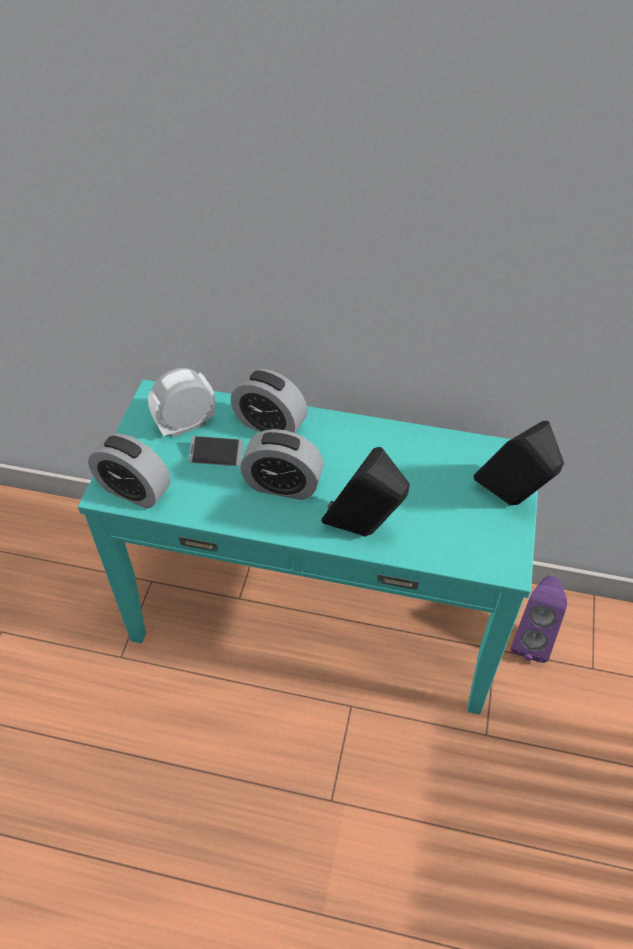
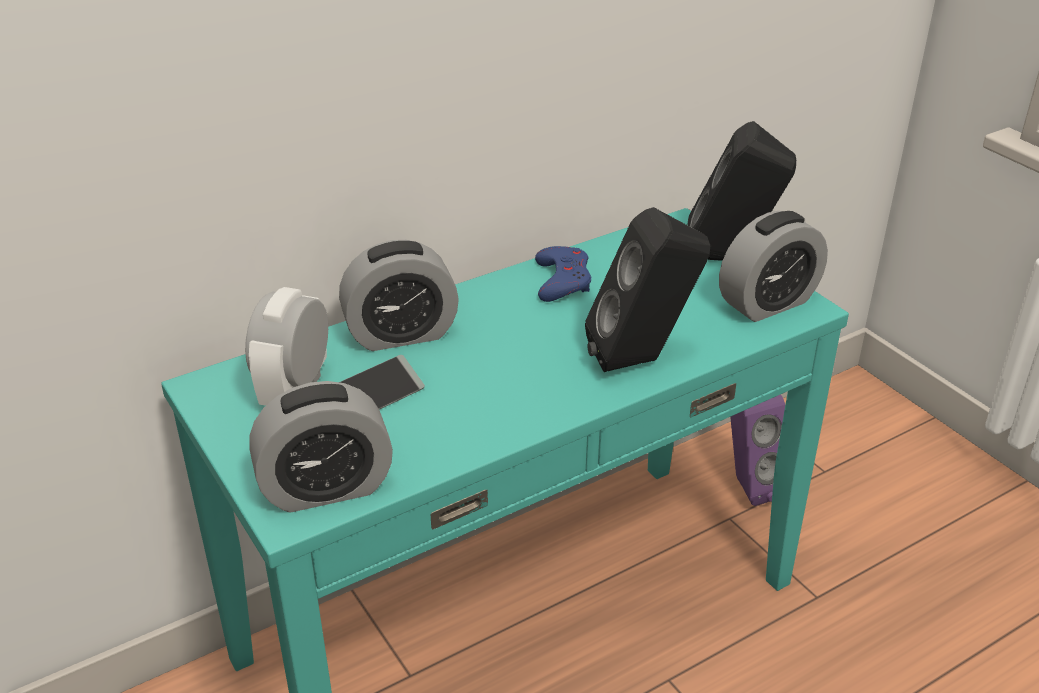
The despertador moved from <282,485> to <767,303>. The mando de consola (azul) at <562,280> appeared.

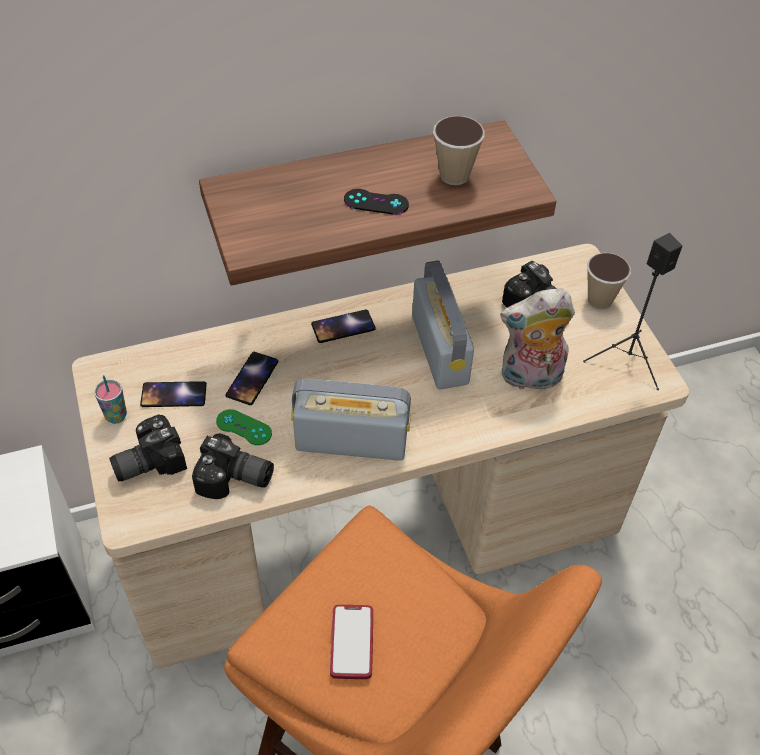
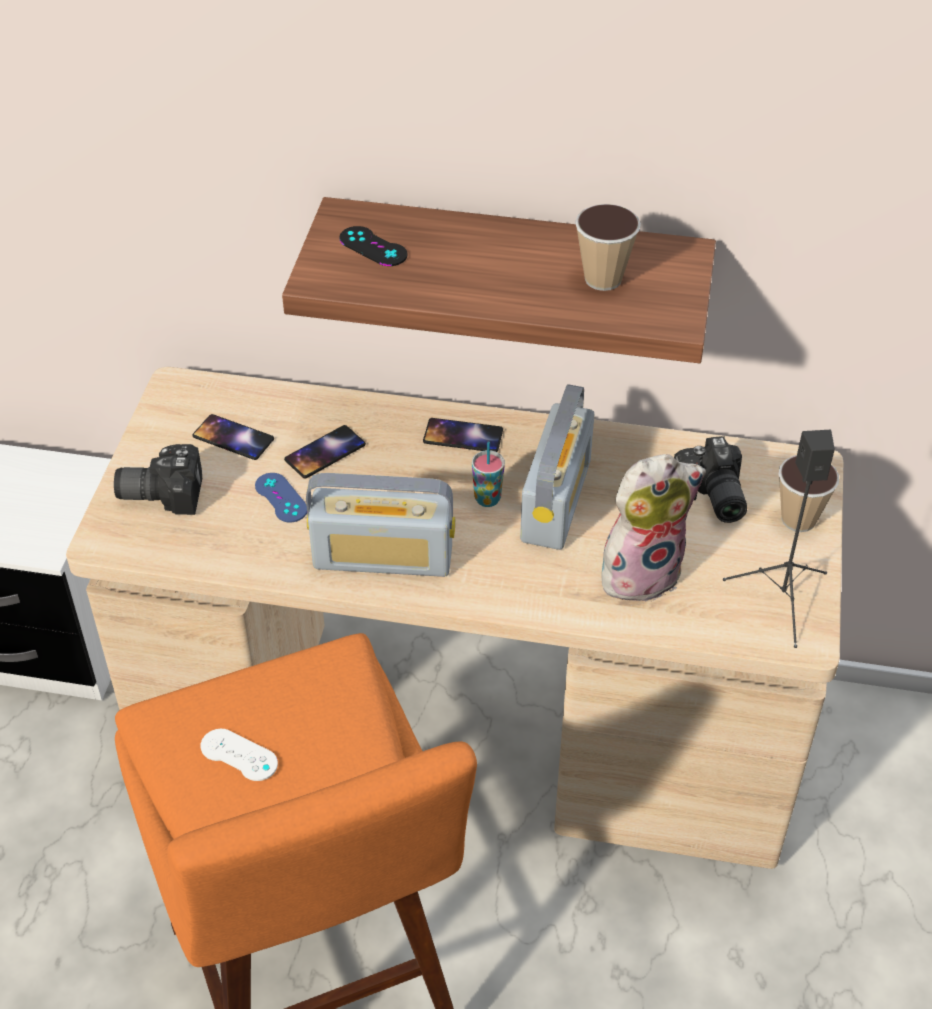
The taza moved from <116,416> to <487,499>. The cámara at <235,480> disappeared. The mando de consola (verde) at <244,427> became the mando de consola (azul) at <281,498>. The radio at <351,442> turned 150 degrees clockwise. The móvil at <352,642> was replaced by the mando de consola (blanco) at <239,755>. The mando de consola (negro) moved from <376,202> to <373,247>. The peluche at <530,378> turned 135 degrees clockwise.

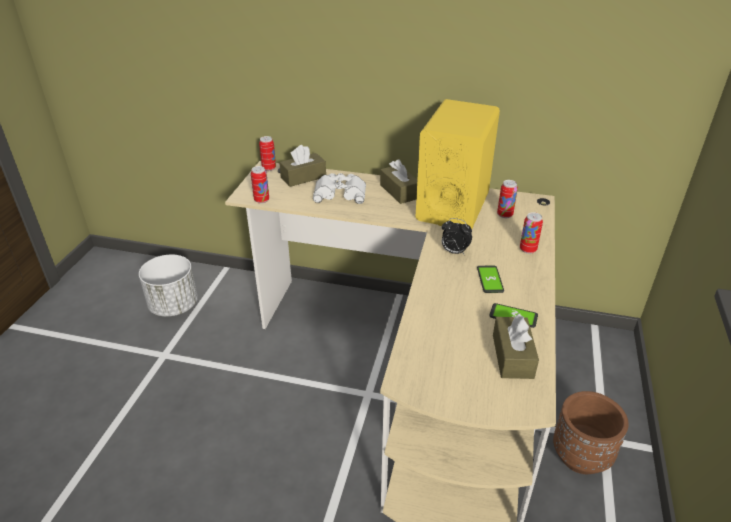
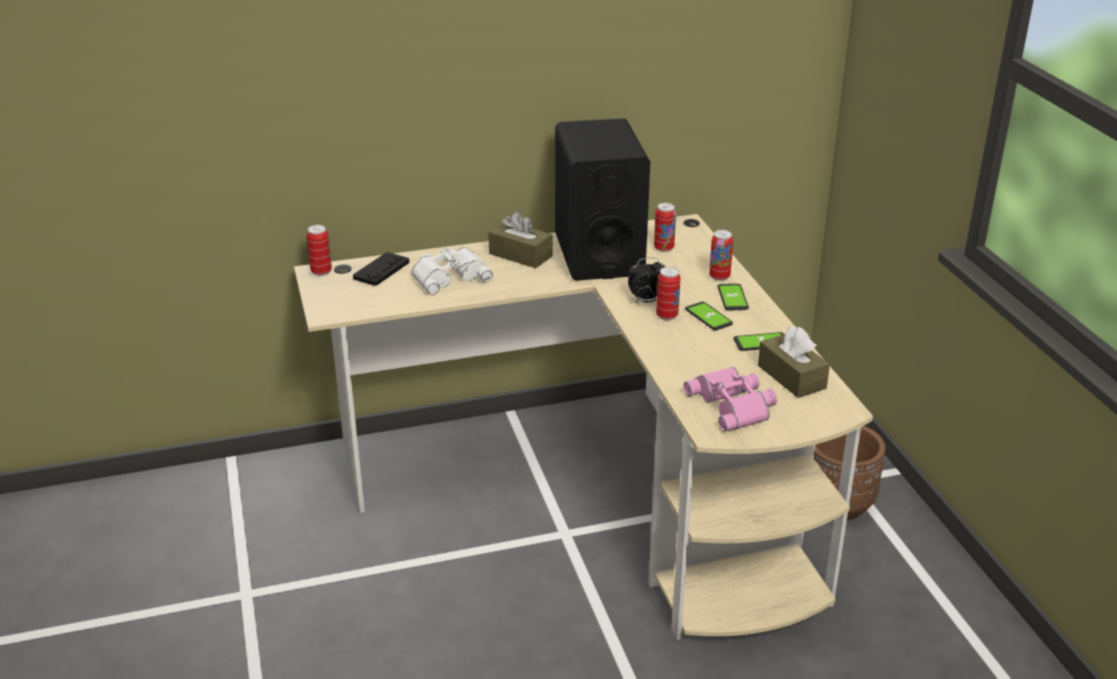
The maceta (blanco) at <174,305> disappeared. The lata moved from <261,200> to <667,315>. The caja de pañuelos (marrón) at <303,177> was replaced by the mando de consola (negro) at <381,270>. The altavoz (amarillo) at <452,206> became the altavoz (negro) at <598,254>. The prismáticos (rosa) at <734,404> appeared. The móvil at <732,298> appeared.

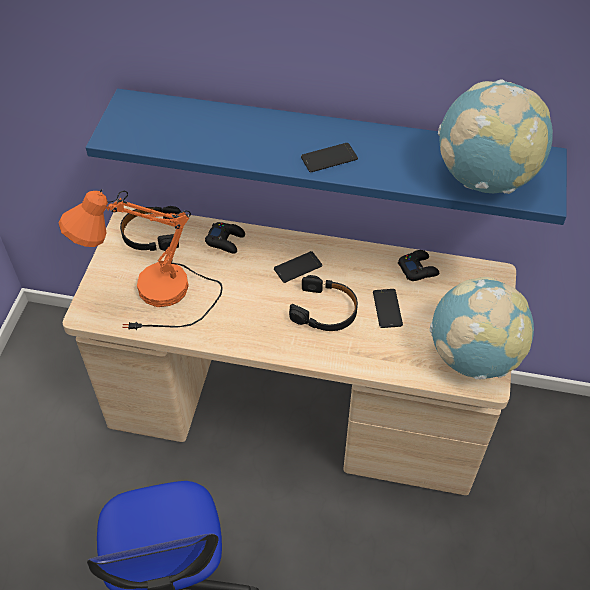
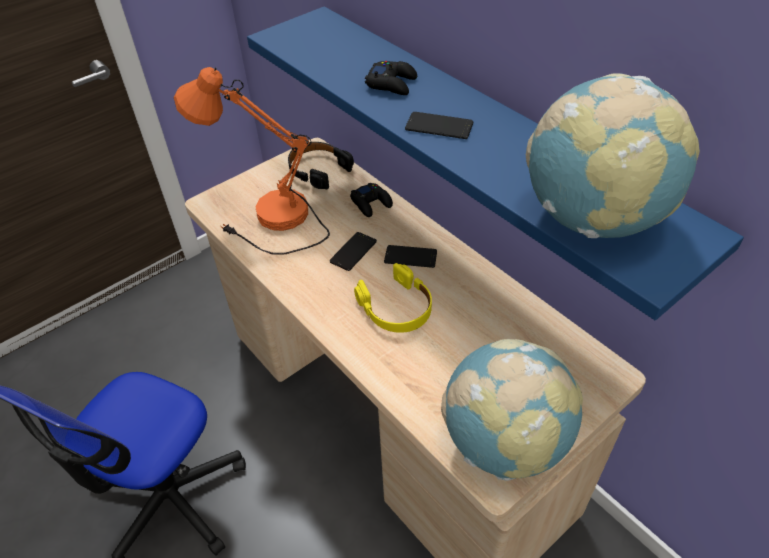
The auriculares (negro) at <325,311> became the auriculares (amarillo) at <396,308>. The móvil moved from <387,308> to <353,251>. The mando de consola (negro) moved from <418,269> to <392,83>.

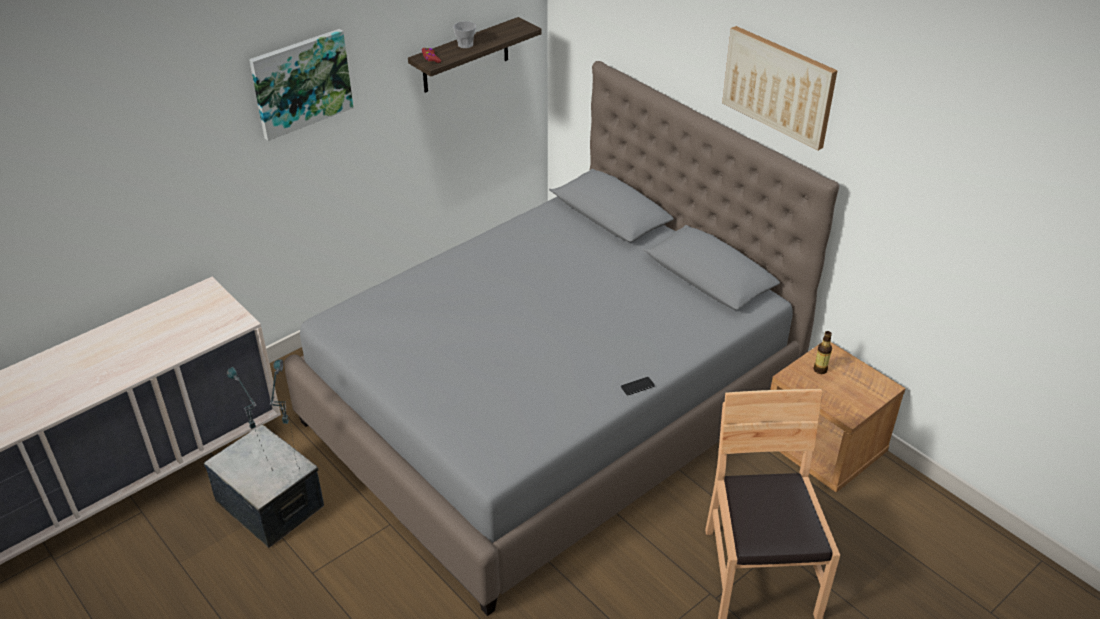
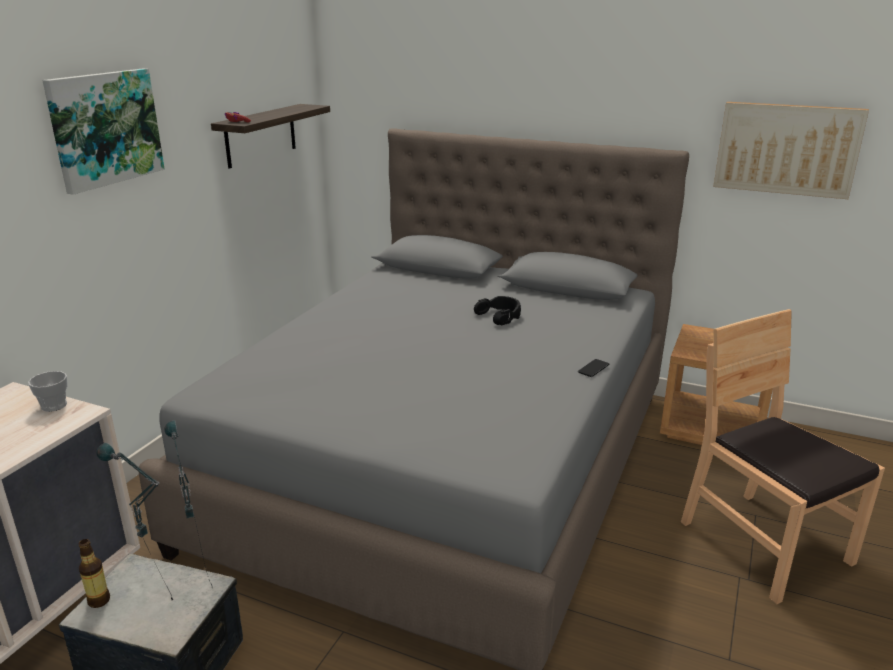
The taza moved from <465,44> to <54,405>. The cuadro moved from <779,86> to <787,149>. The botella moved from <820,369> to <99,601>. The auriculares (negro) at <499,316> appeared.

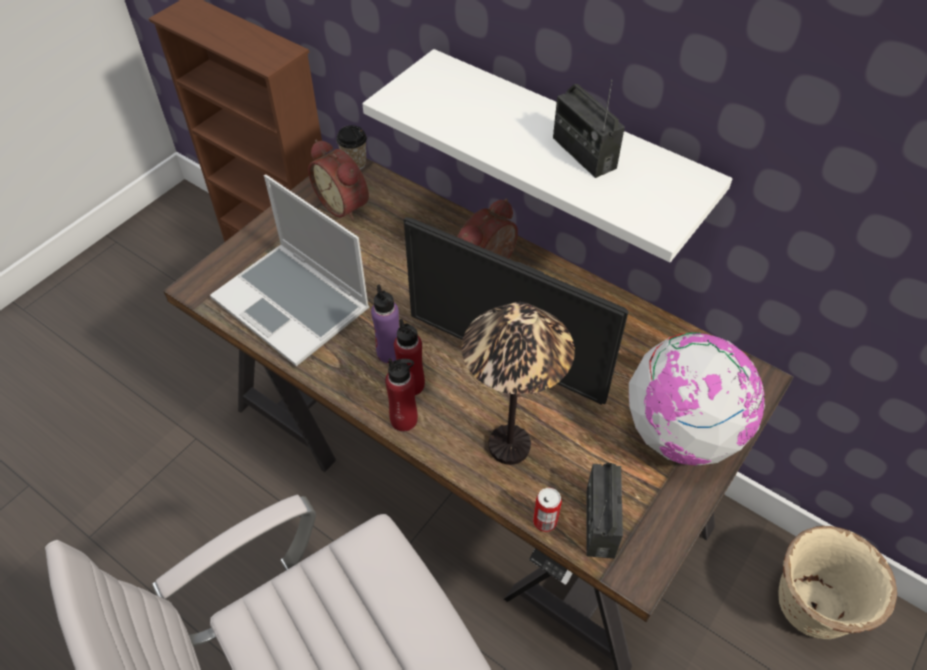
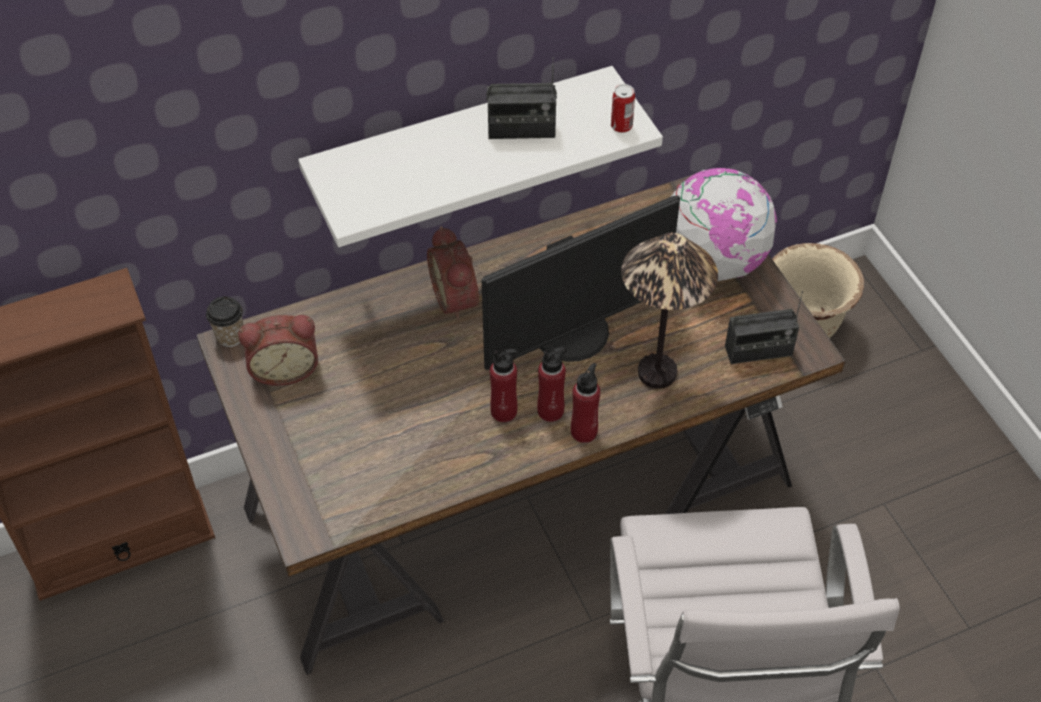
The portátil at <294,305> disappeared. The botella (morado) at <389,353> became the botella (rojo) at <504,411>. The lata moved from <545,521> to <621,126>. The radio at <599,522> turned 45 degrees counterclockwise.

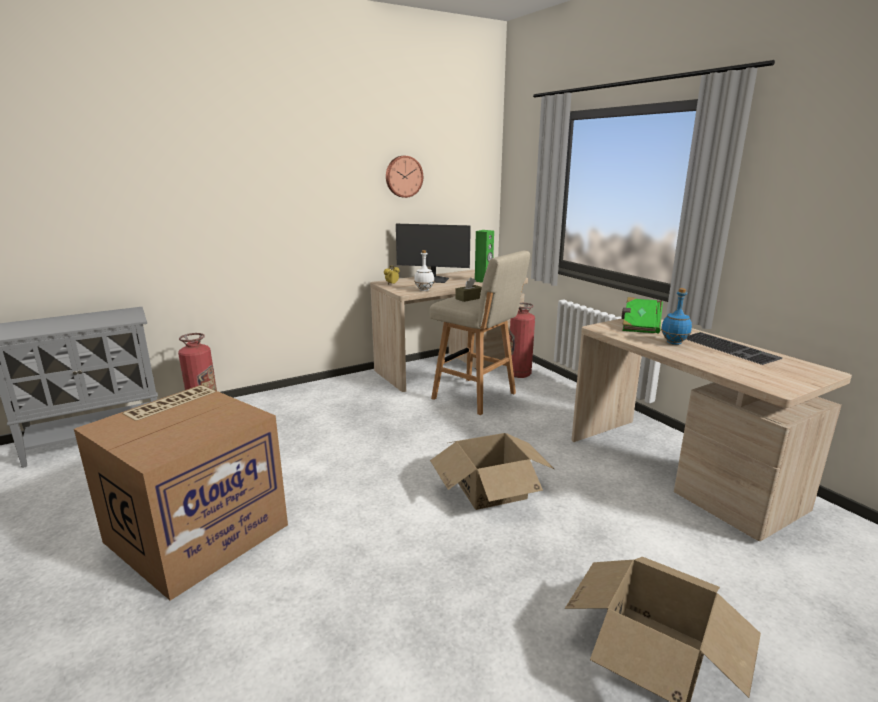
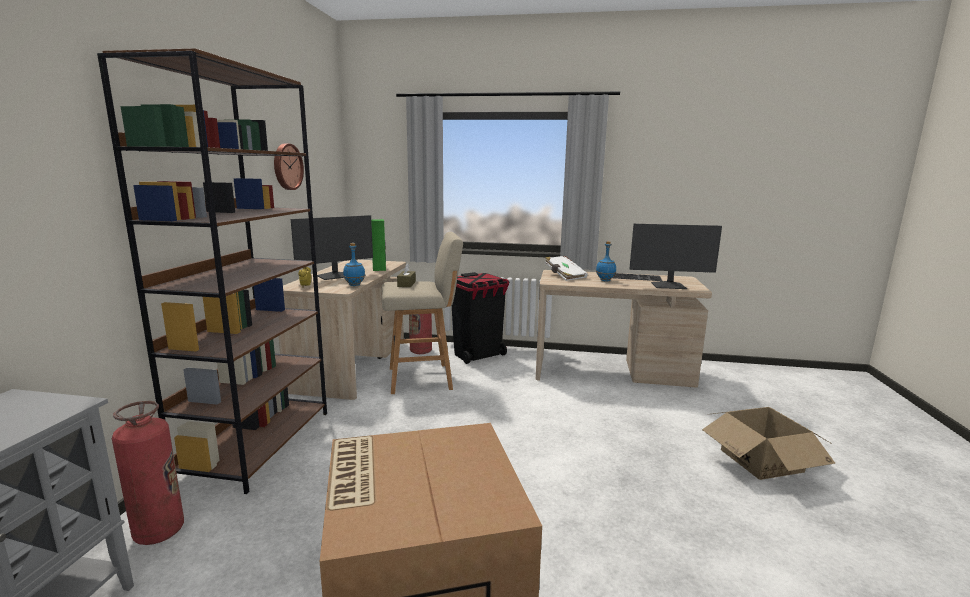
The botella (blanco) at <424,290> became the botella (azul) at <355,285>. The caja de cartón at <490,489> disappeared. The libro (verde) at <640,326> became the libro (blanco) at <564,276>. The estantería (marrón) at <258,443> appeared. The papelera (negro) at <478,355> appeared. The monitor at <669,286> appeared.

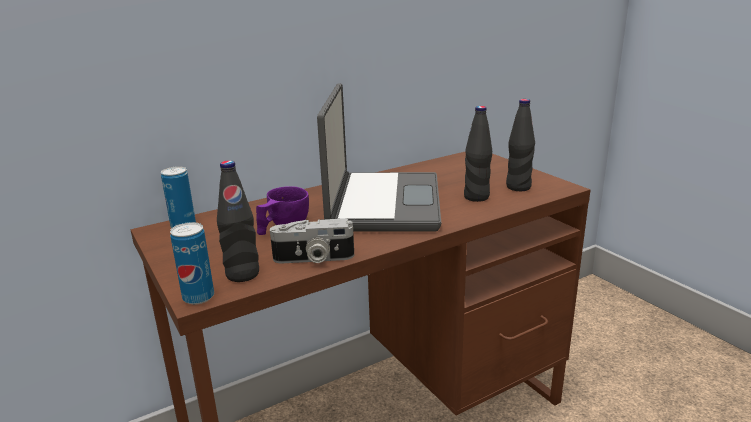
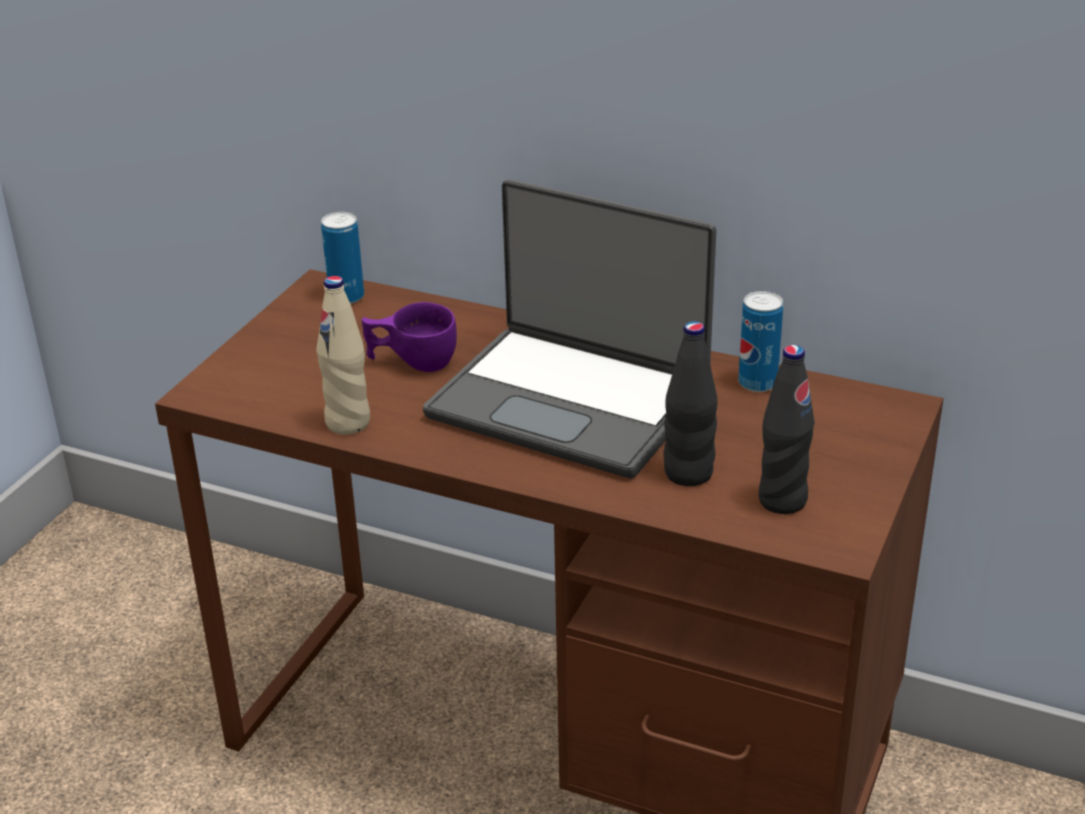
The lata moved from <198,297> to <757,383>. The botella (negro) at <242,274> disappeared. The cámara at <313,259> was replaced by the botella (beis) at <348,423>. The portátil at <382,203> turned 60 degrees clockwise.

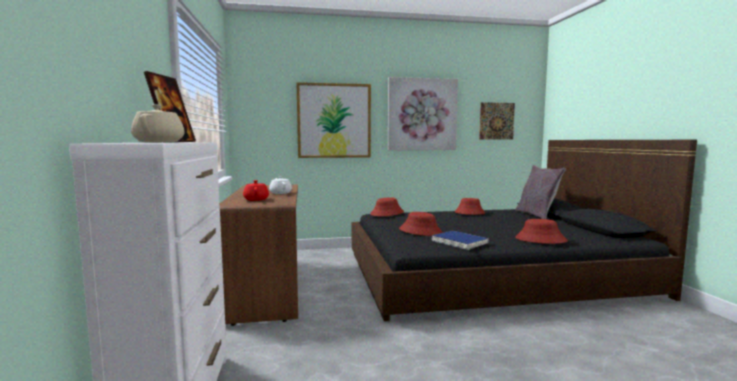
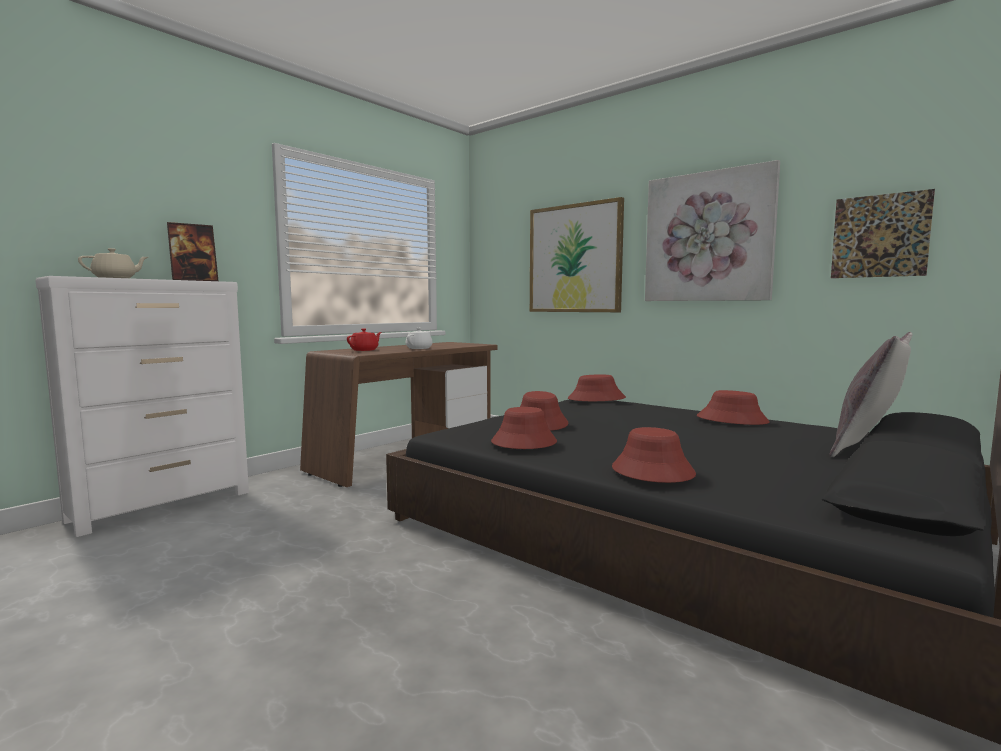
The libro (azul) at <459,242> was replaced by the sombrero (rojo) at <523,442>.

